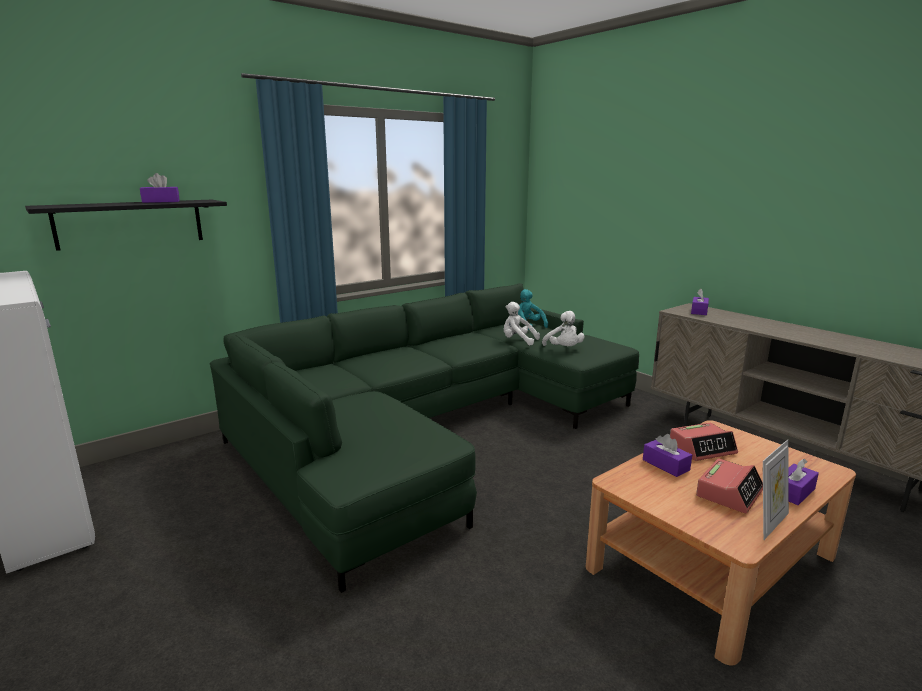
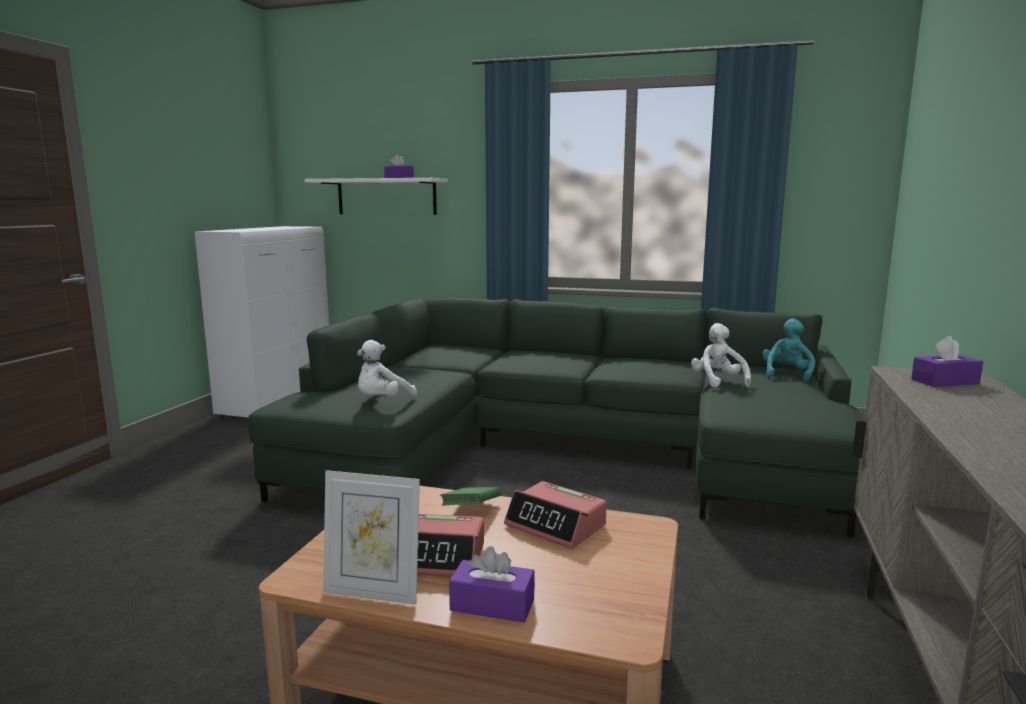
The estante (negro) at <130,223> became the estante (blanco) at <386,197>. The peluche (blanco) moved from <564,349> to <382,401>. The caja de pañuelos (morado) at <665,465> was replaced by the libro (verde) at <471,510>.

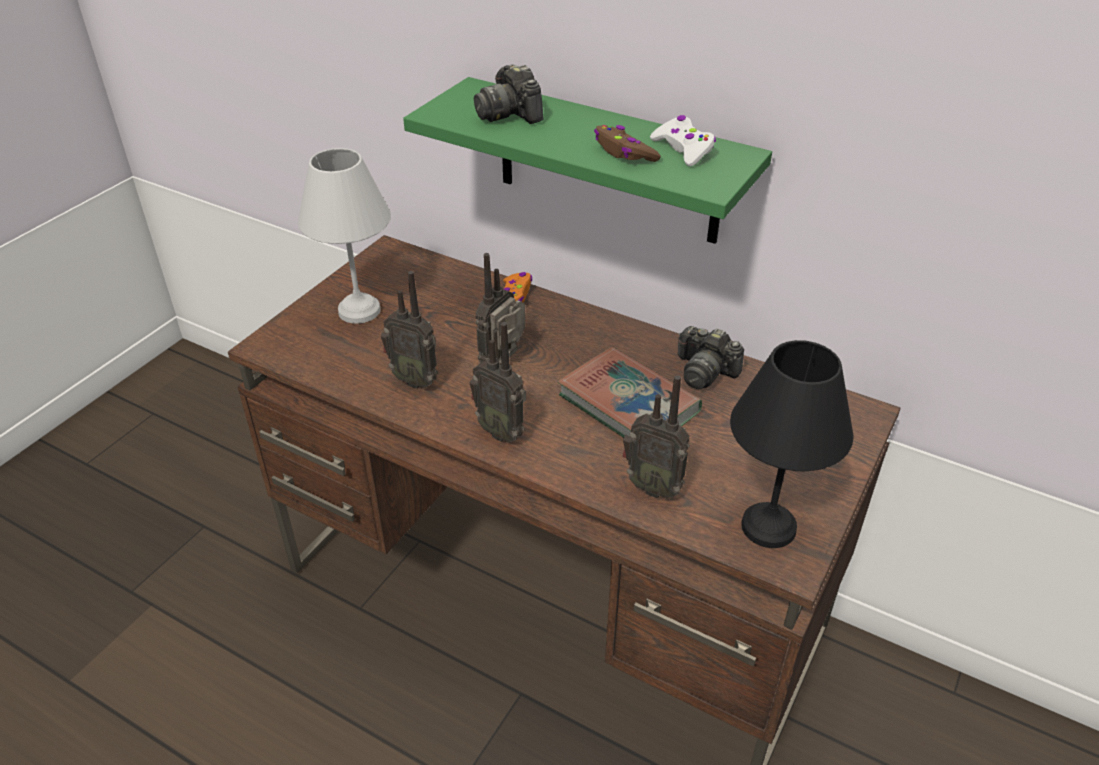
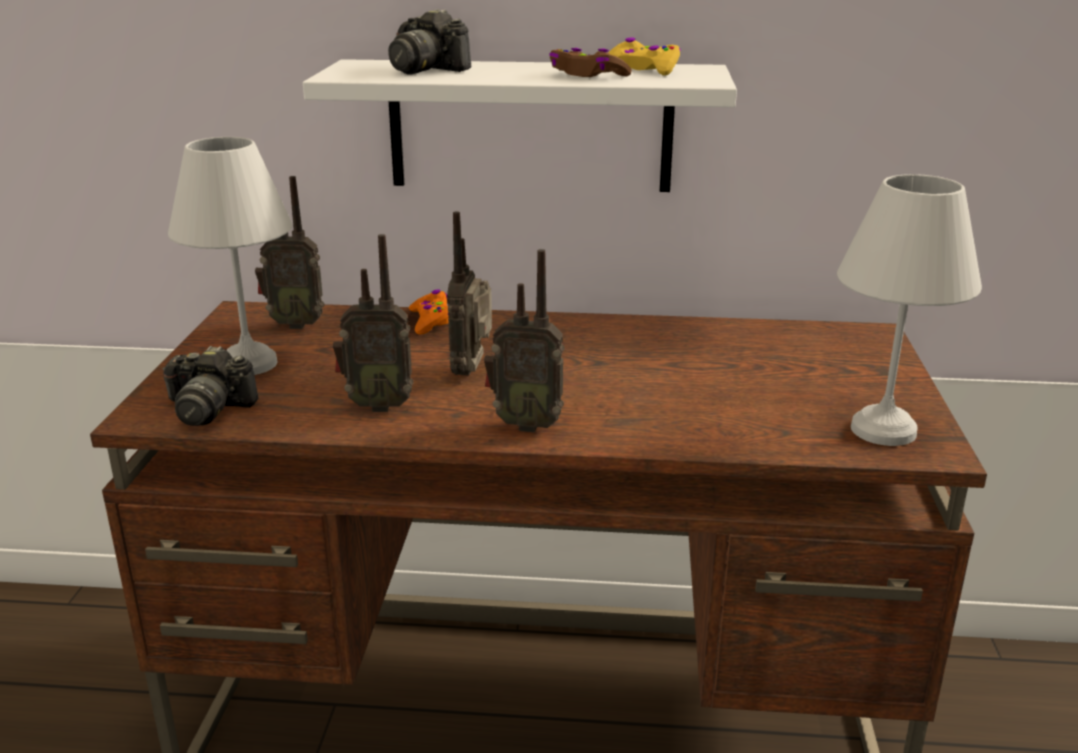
The estante (verde) at <607,162> became the estante (blanco) at <530,126>. The libro at <628,404> disappeared. The radio moved from <653,486> to <295,324>. The mando de consola (blanco) at <683,149> became the mando de consola (amarillo) at <642,69>. The cámara moved from <704,372> to <209,409>. The lámpara de mesa (negro) at <769,525> became the lámpara de mesa (blanco) at <882,428>.

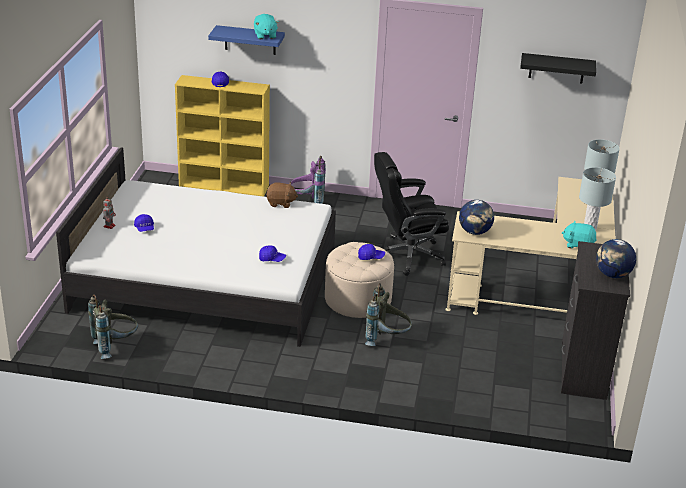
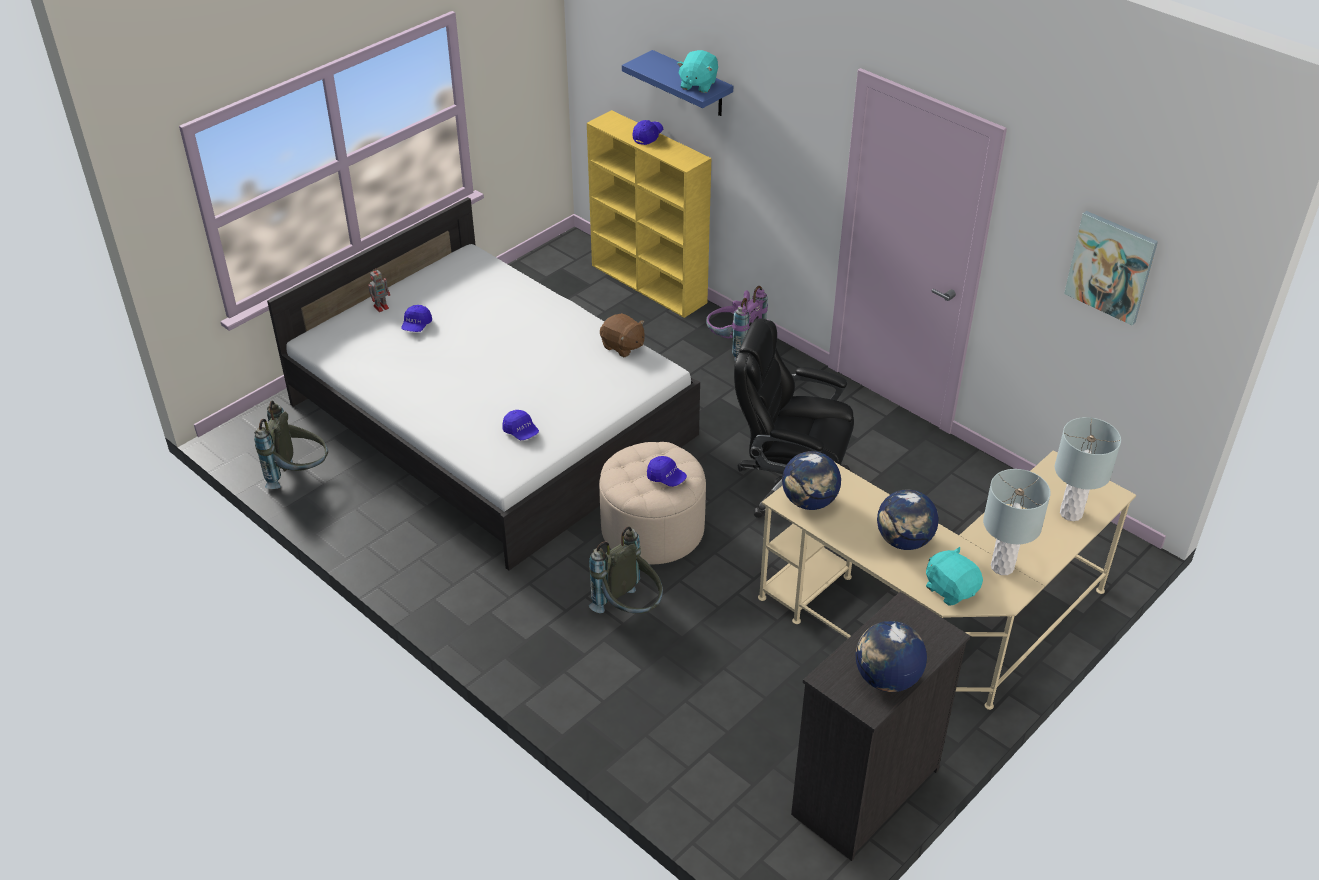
The estante (negro) at <557,68> was replaced by the cuadro at <1111,267>. The globo terráqueo at <904,541> appeared.

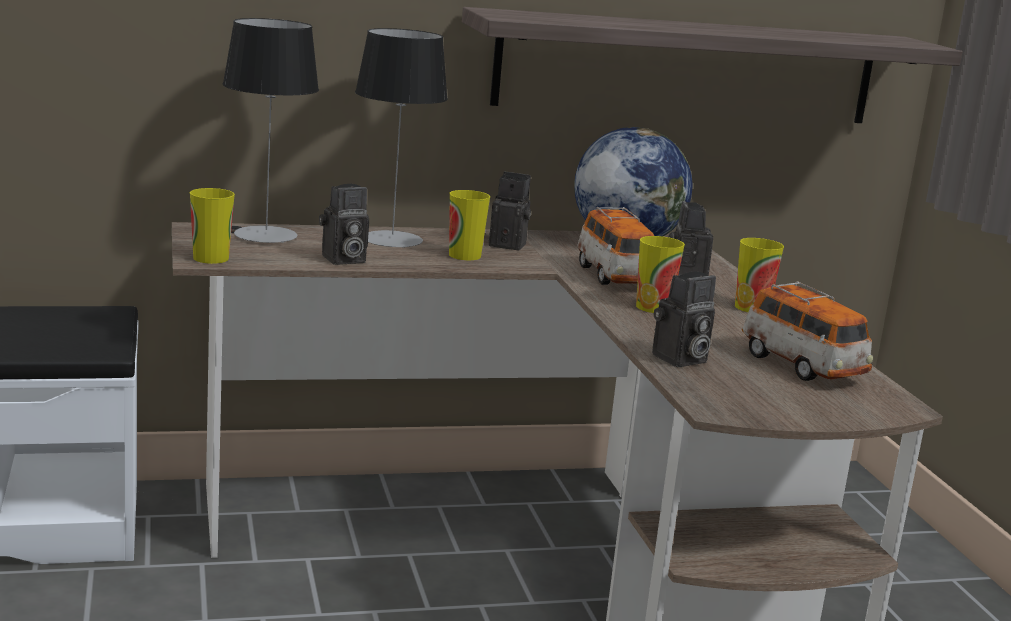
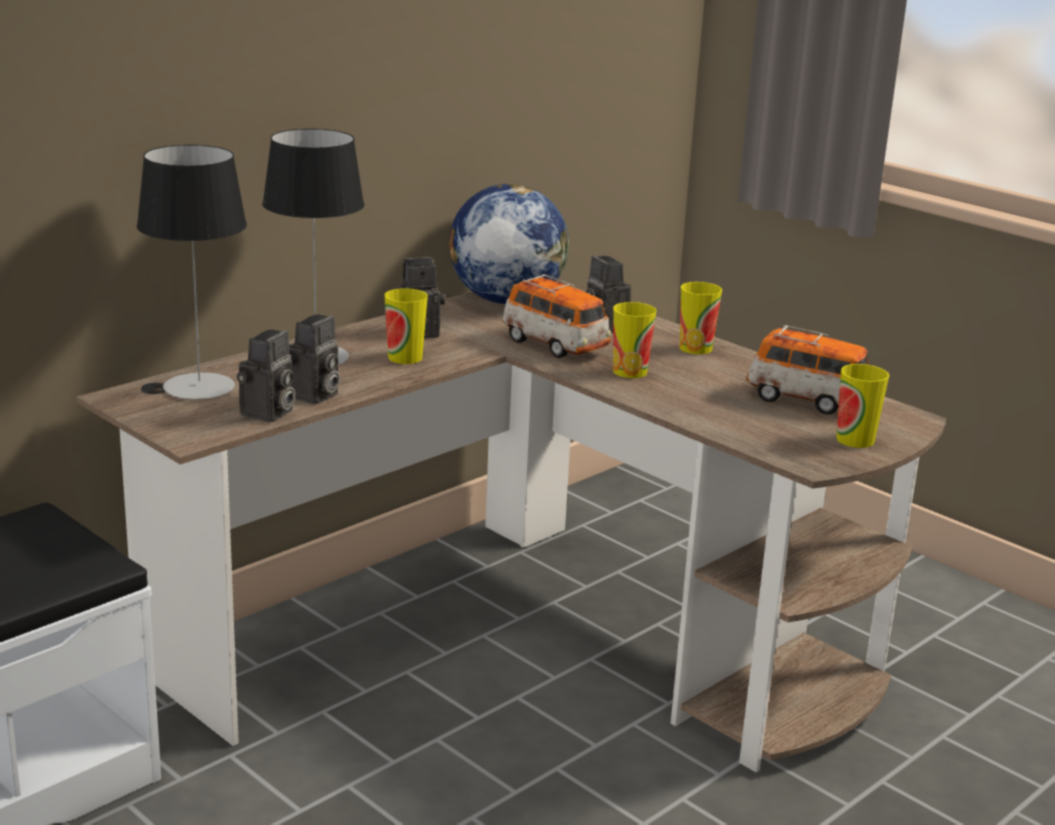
The taza moved from <211,258> to <855,440>. The estante at <688,68> disappeared. The cámara moved from <679,360> to <268,414>.

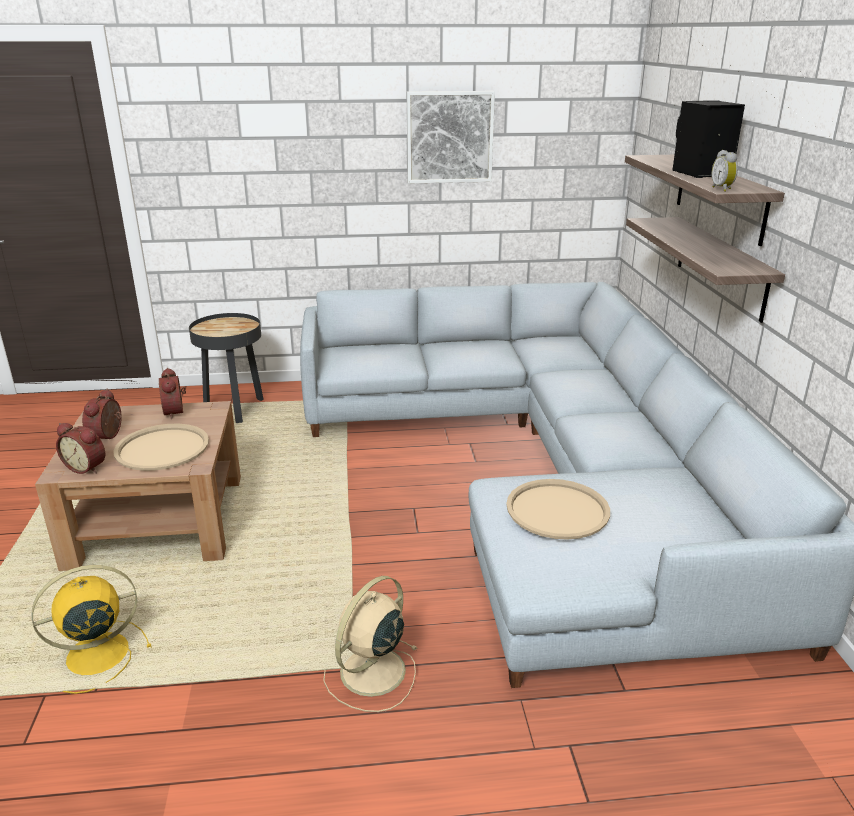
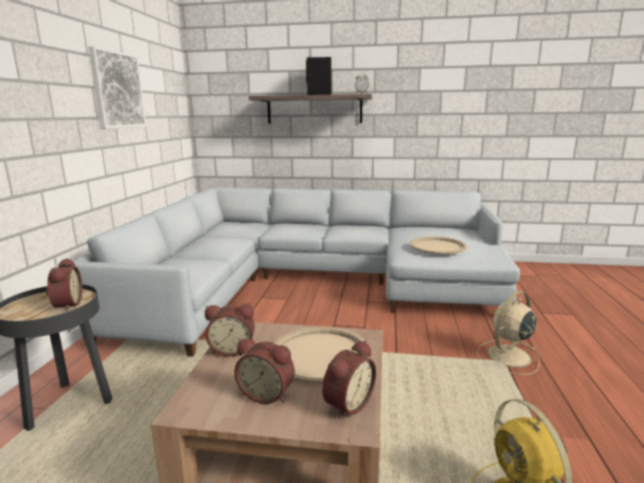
The ventilador (beis) at <370,673> turned 90 degrees clockwise. The estante at <720,266> disappeared. The despertador at <66,305> appeared.

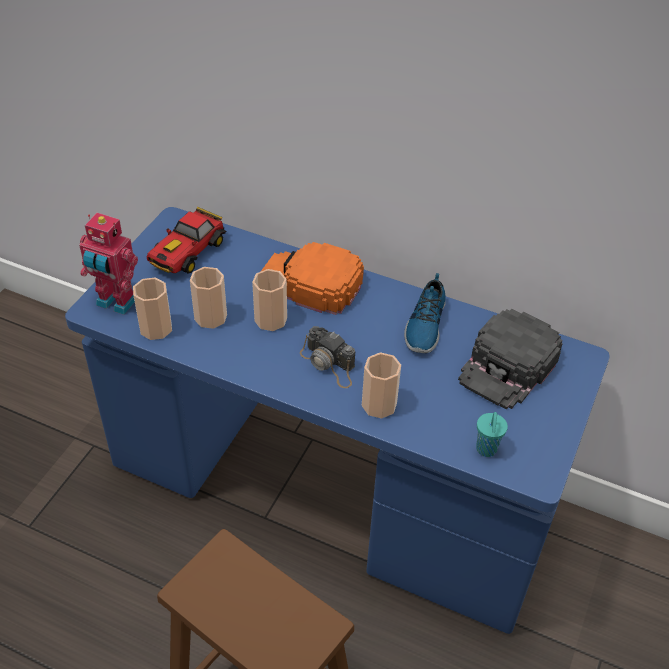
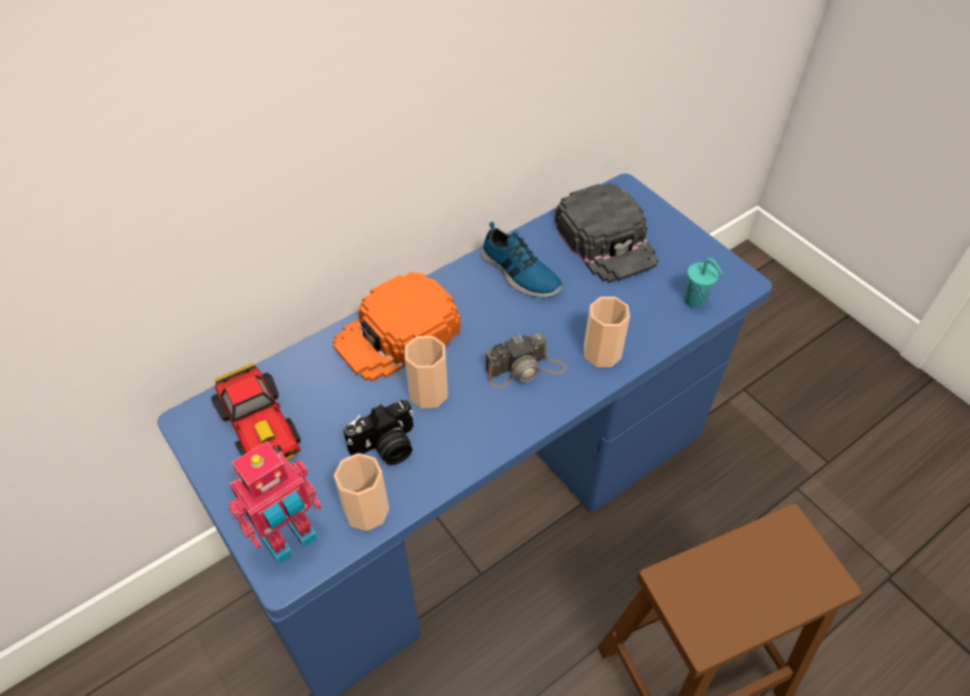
The taza at <210,317> was replaced by the cámara at <386,447>.

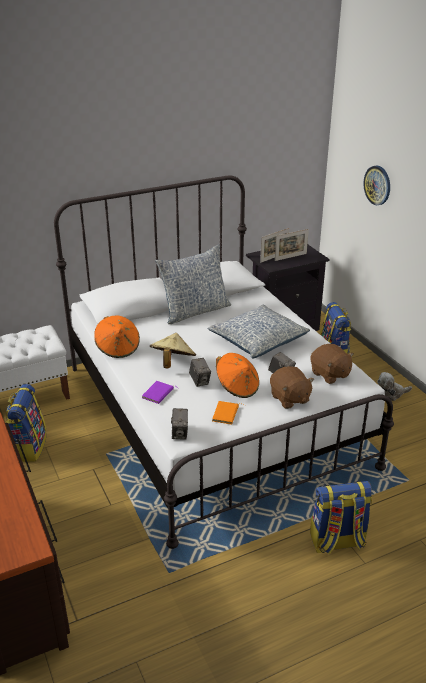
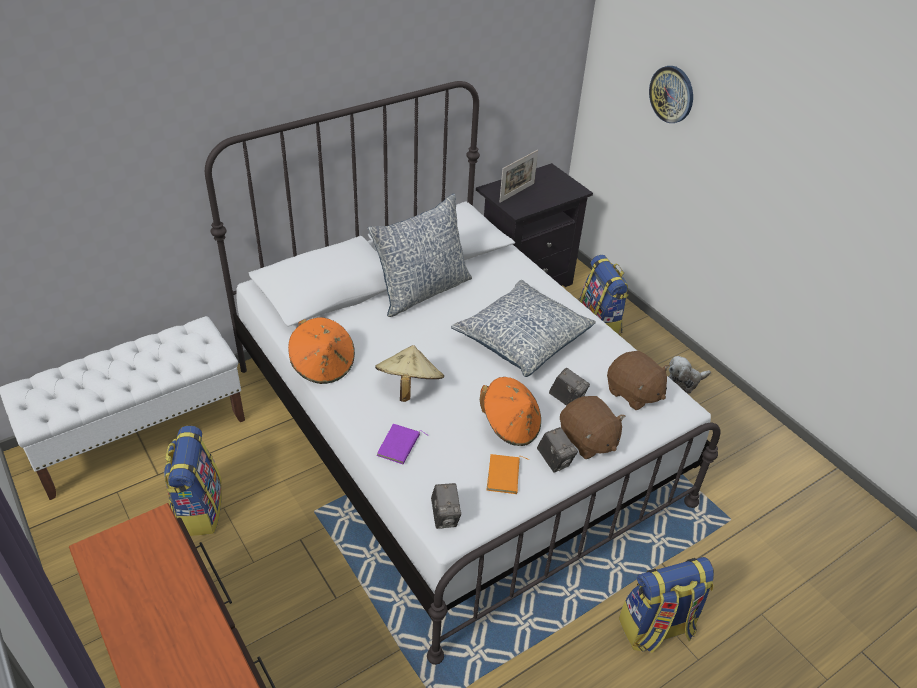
The cámara moved from <200,381> to <554,460>. The portarretratos at <290,257> disappeared.

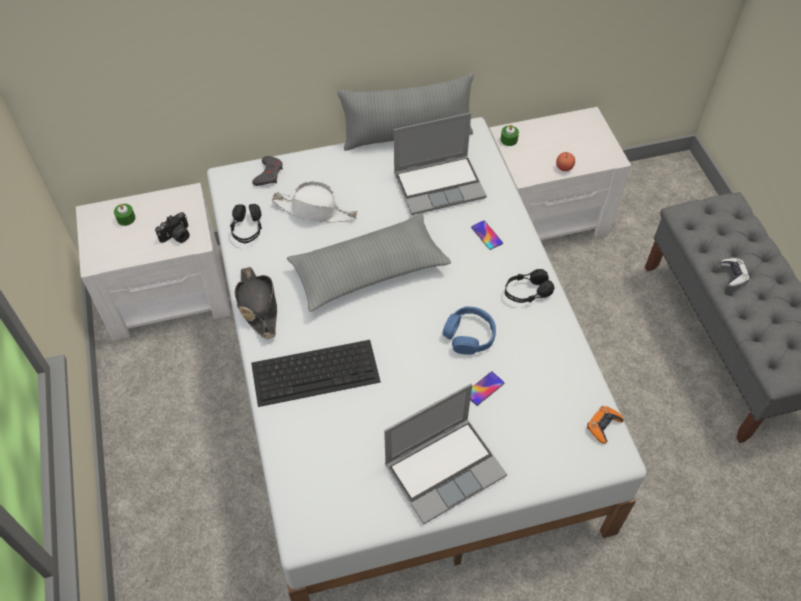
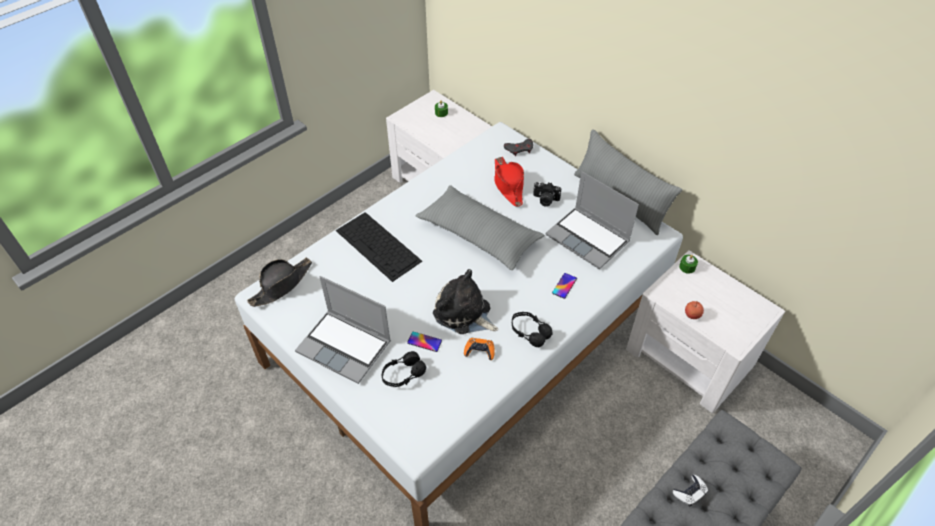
The cámara moved from <177,236> to <545,200>. The auriculares (negro) moved from <247,229> to <403,374>. The sombrero (negro) moved from <258,306> to <281,285>. The sombrero (blanco) at <315,210> became the sombrero (rojo) at <508,185>. The auriculares (azul) at <469,335> was replaced by the peluche at <464,314>. The mando de consola (naranja) moved from <603,426> to <479,351>.

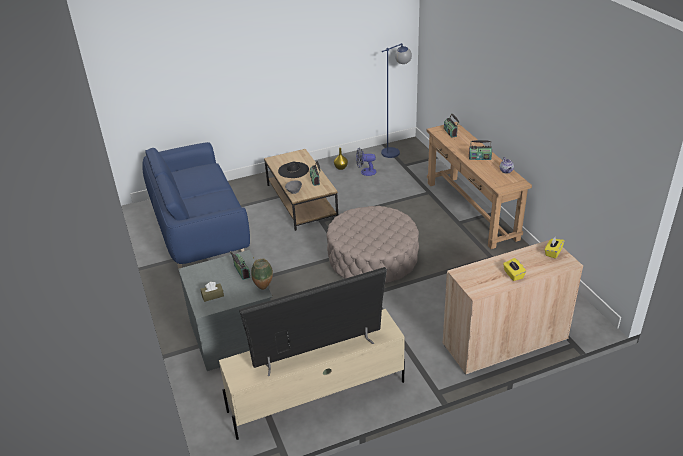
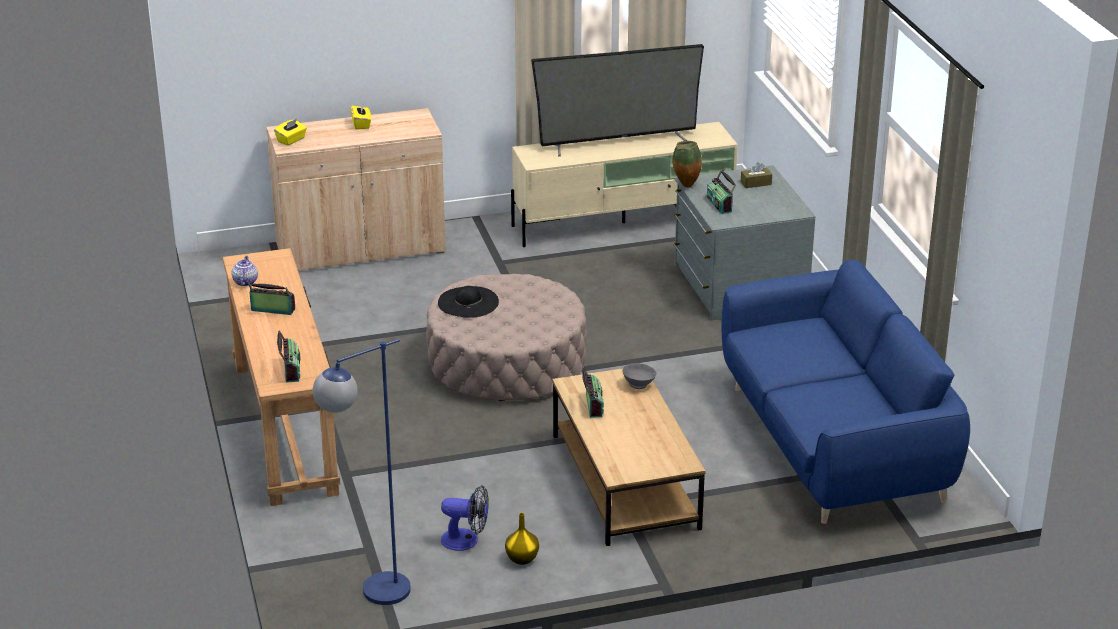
The sombrero (negro) moved from <293,170> to <468,302>.

